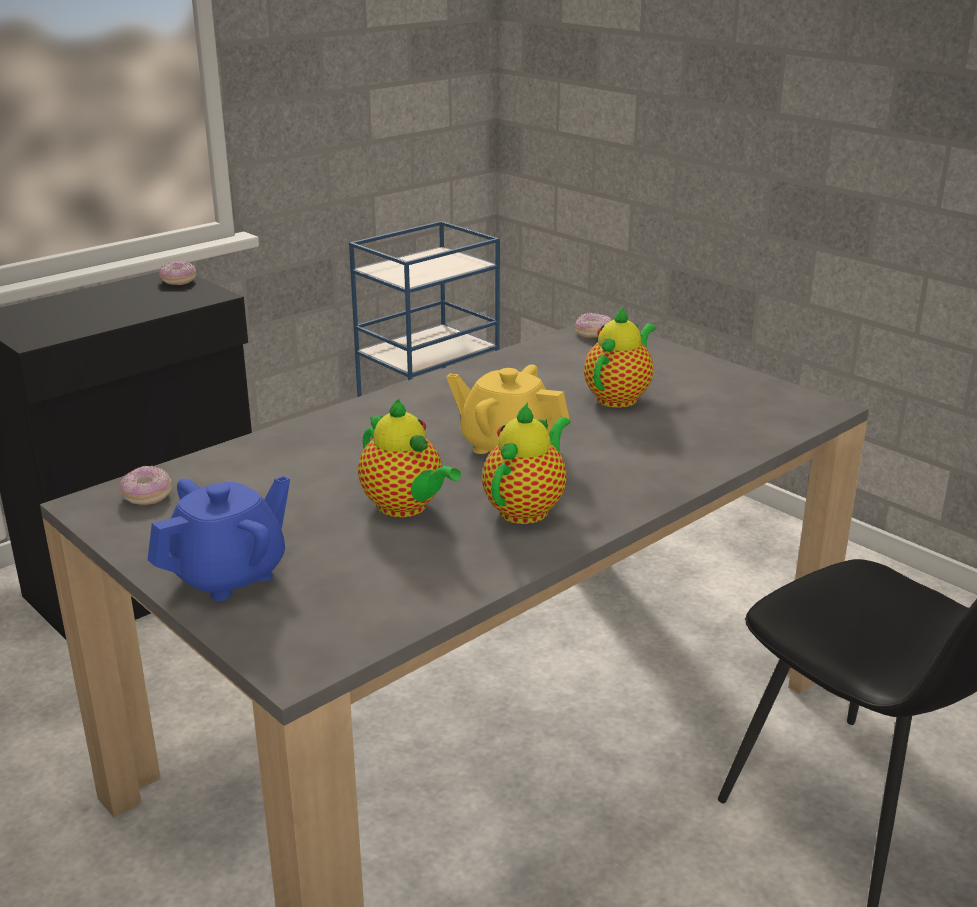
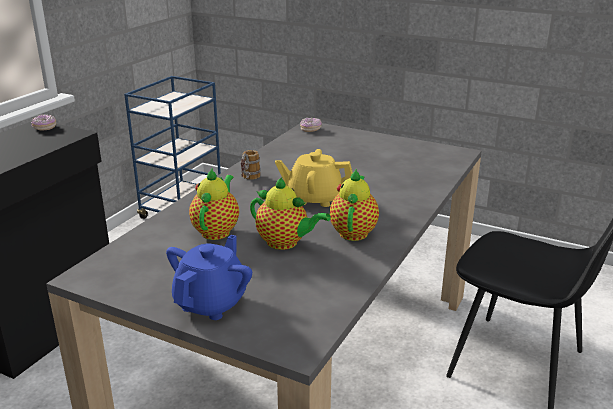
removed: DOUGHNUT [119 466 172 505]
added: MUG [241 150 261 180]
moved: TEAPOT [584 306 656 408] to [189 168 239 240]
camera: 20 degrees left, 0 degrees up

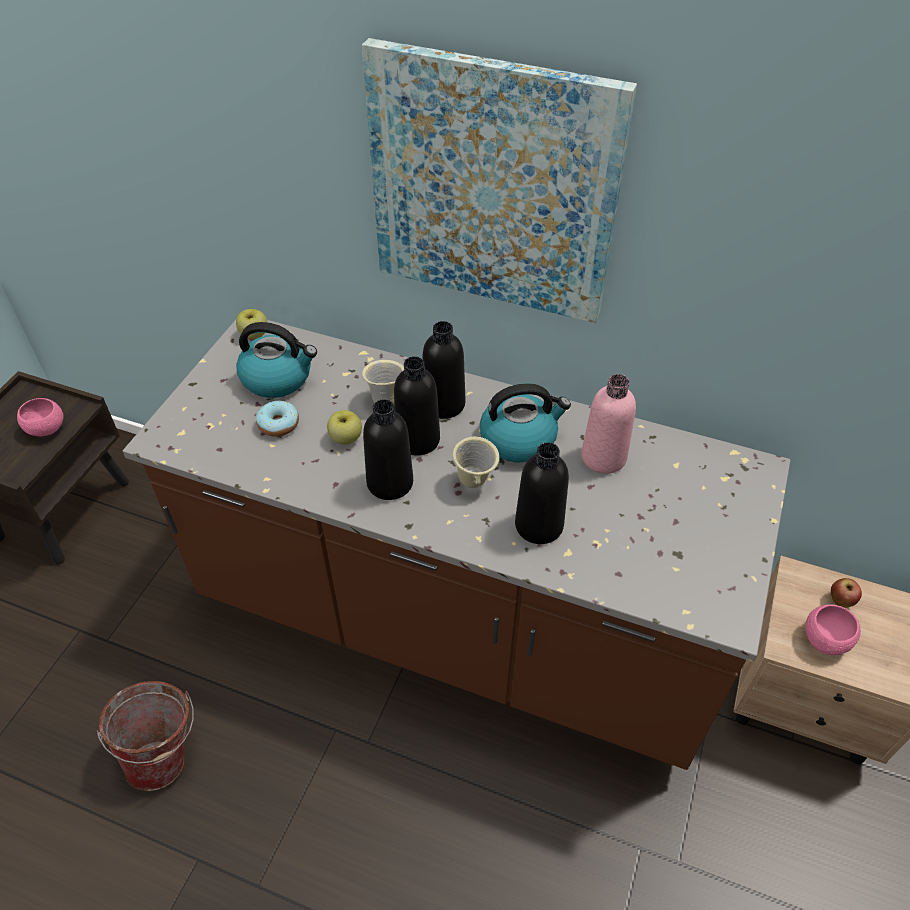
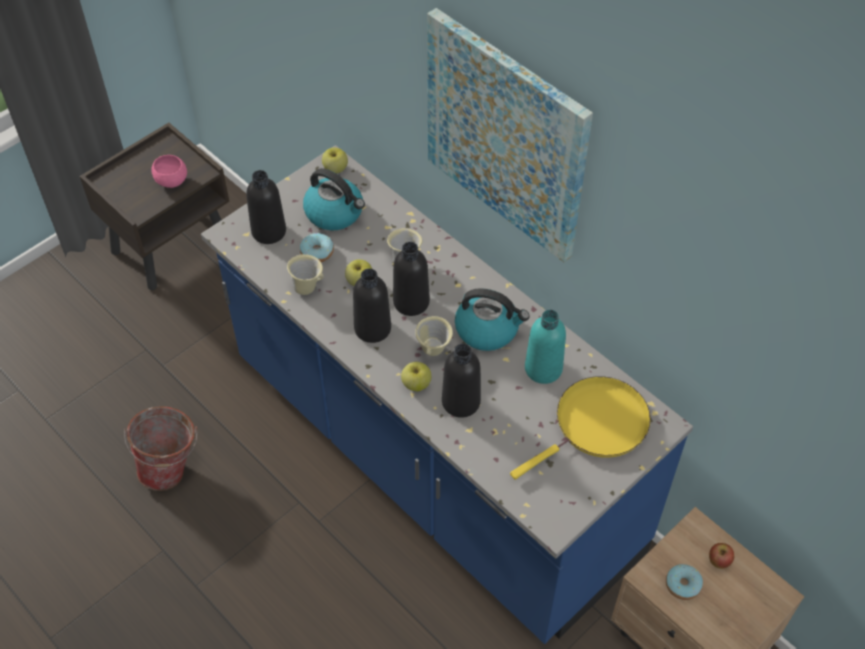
added: BEIGE MUG [287 254 324 295]; APPLE FRUIT [401 362 431 391]; YELLOW-COLOURED PAN [510 376 651 480]
moved: BLACKISH BOTTLE [423 321 465 419] to [246 170 286 244]
replaced: PINKISH SERVING BOWL [805 604 861 655] to DOUGHNUT [666 564 703 600]
recoloured: BROWN-COLOURED KITCHEN BASE UNIT [123 320 791 770] to BLUE-COLOURED KITCHEN BASE UNIT [201 145 693 644]; PINKISH BOTTLE [581 374 636 474] to TURQUOISE-COLOURED BOTTLE [525 310 566 384]
camera: 25 degrees right, 5 degrees up

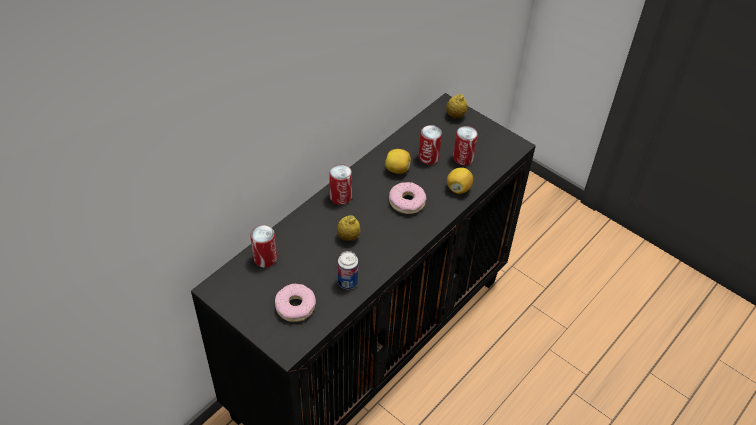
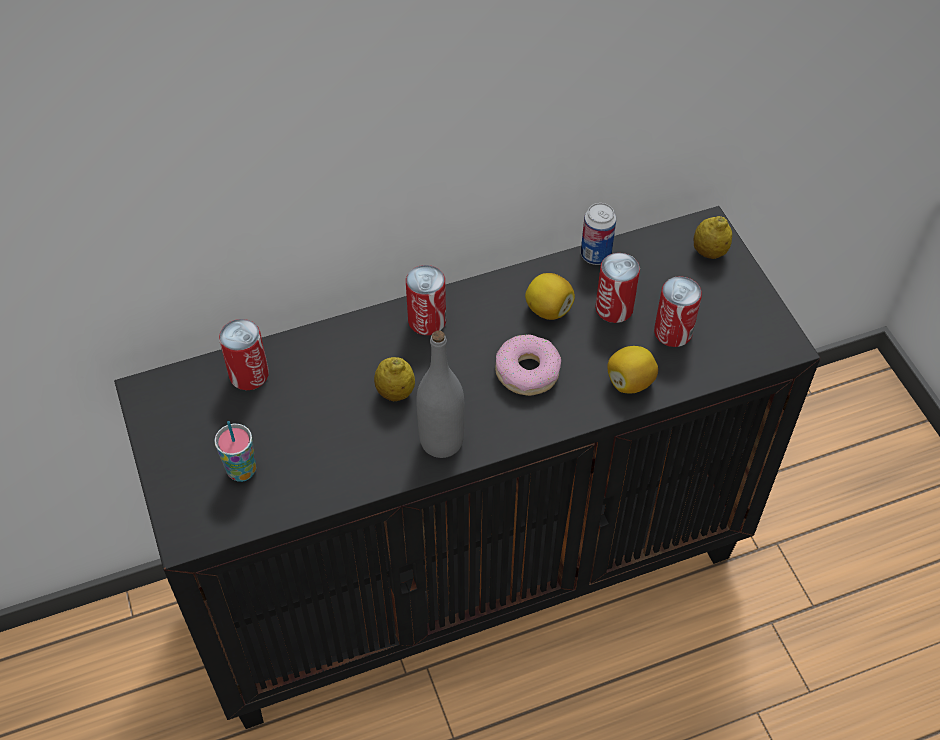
added: GREY BOTTLE [416 330 465 458]
moved: METAL CAN [338 251 358 289] to [581 203 616 265]
replaced: DOUGHNUT [275 284 316 322] to CUP [214 421 256 482]
camera: 30 degrees right, 5 degrees up

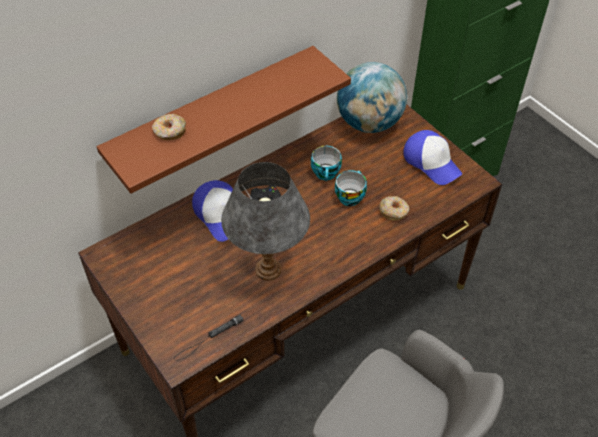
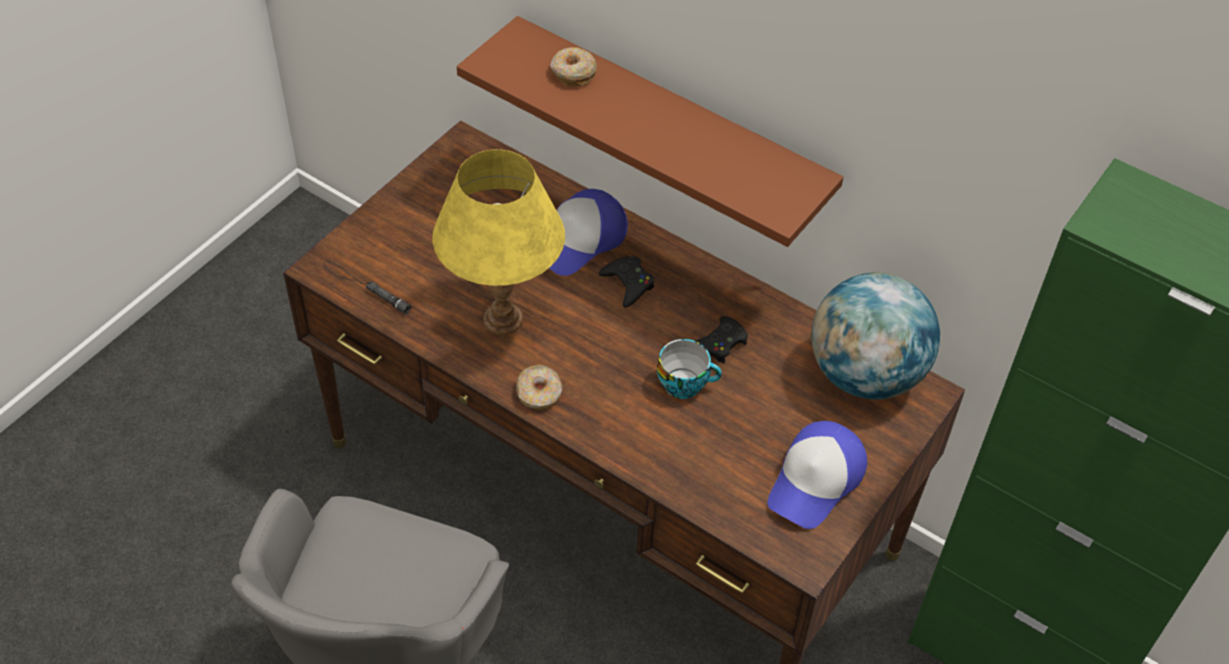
moved: DOUGHNUT [379 196 409 220] to [516 365 562 410]
replaced: CUP [311 146 342 181] to BLACKISH JOYPAD [695 316 748 364]
recoloured: GREY TABLE LAMP [221 162 310 281] to YELLOW-COLOURED TABLE LAMP [432 149 565 335]
camera: 70 degrees right, 0 degrees up

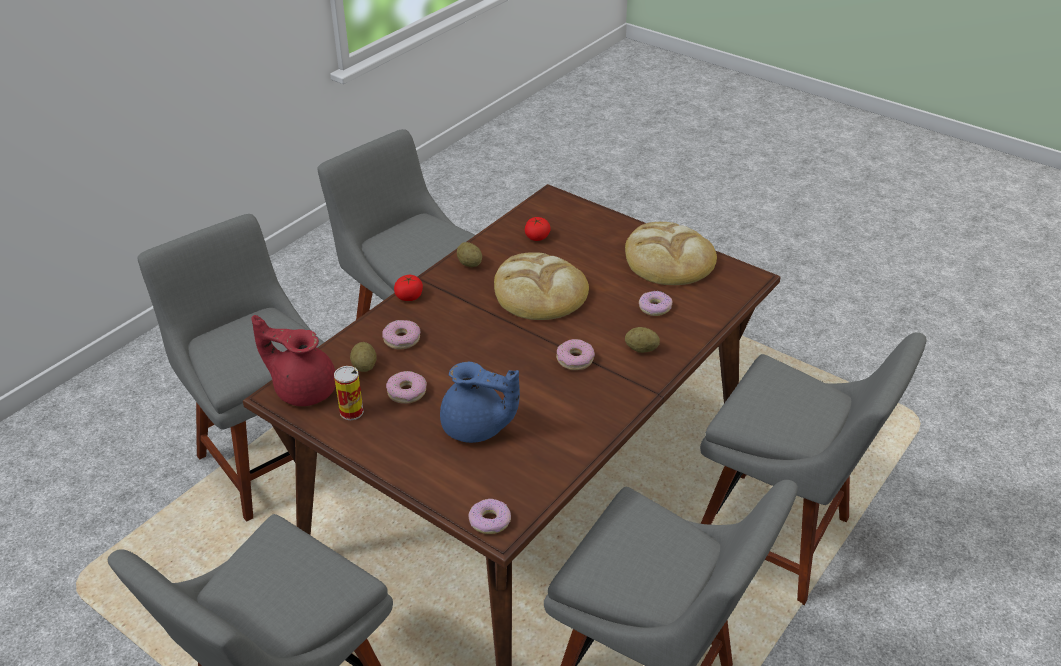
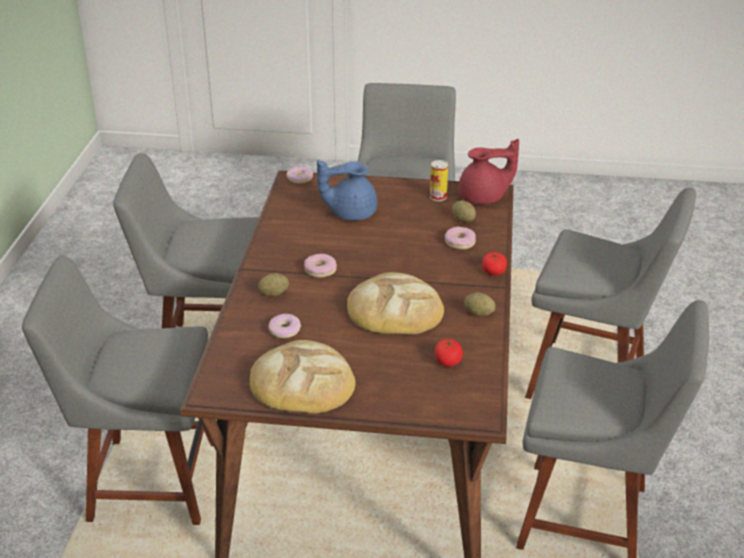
removed: DOUGHNUT [386 371 427 404]
camera: 150 degrees right, 5 degrees down

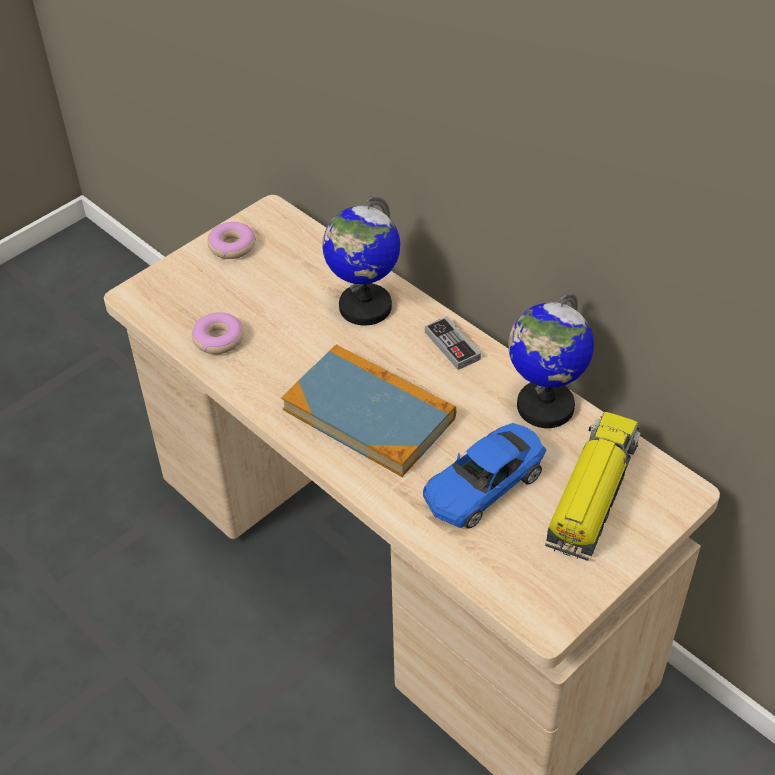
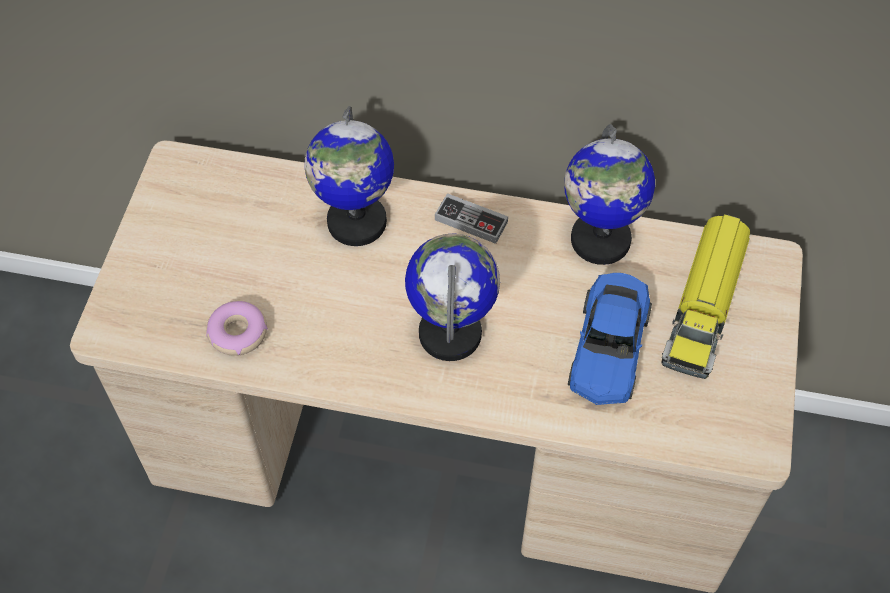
removed: DOUGHNUT [208 222 256 259]
replaced: VOLUME [281 344 456 477] to GLOBE [405 234 500 361]
turned: TOY LORRY [545 412 641 561] = [662 214 750 379] 150 degrees counterclockwise
camera: 35 degrees left, 10 degrees up

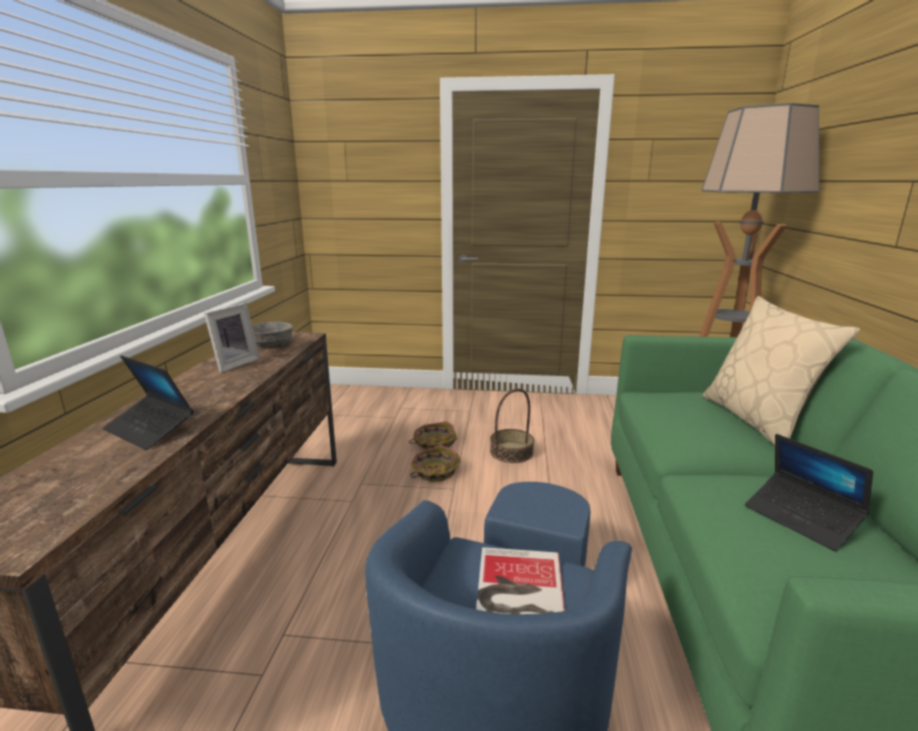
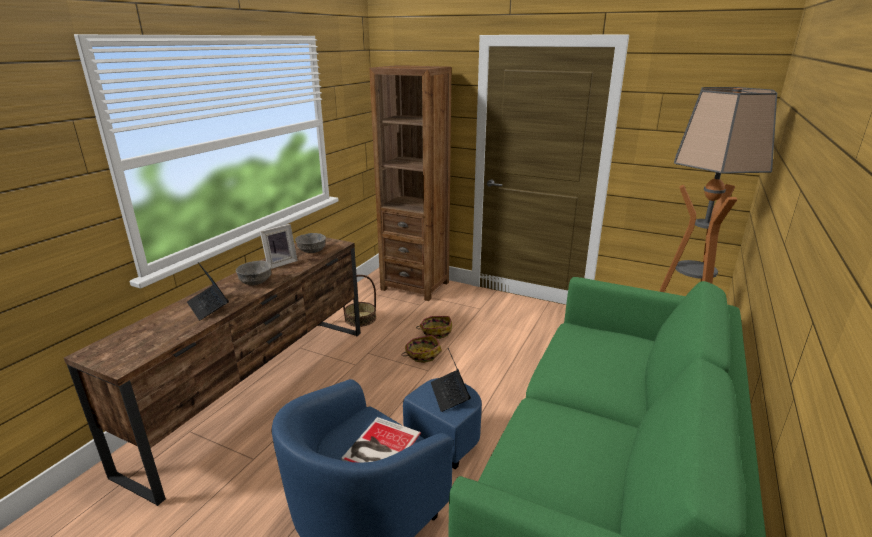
removed: BEIGE THROW PILLOW [703 296 860 446]
added: BROWN-COLOURED SHELVING UNIT [369 65 451 301]; GREY SERVING BOWL [236 260 272 285]
moved: HOUSEHOLD BASKET [490 388 534 463] to [343 275 376 327]; LAPTOP [745 434 873 551] to [431 348 471 412]
camera: 20 degrees right, 5 degrees up

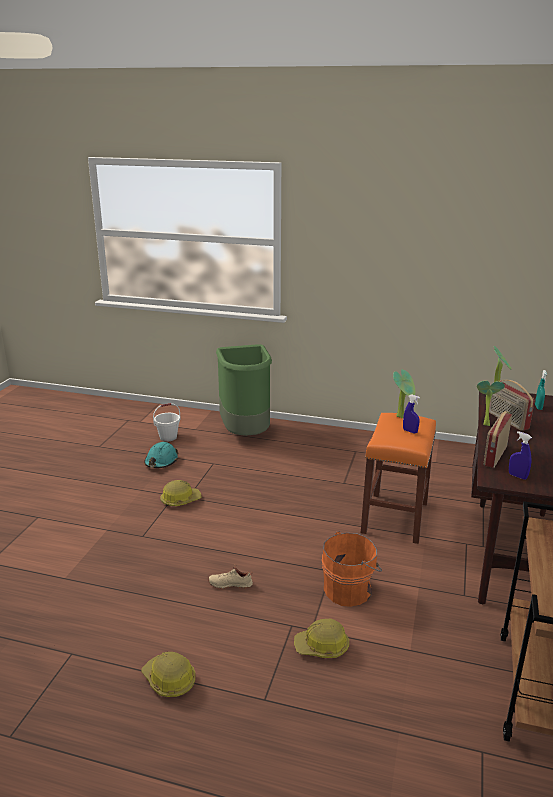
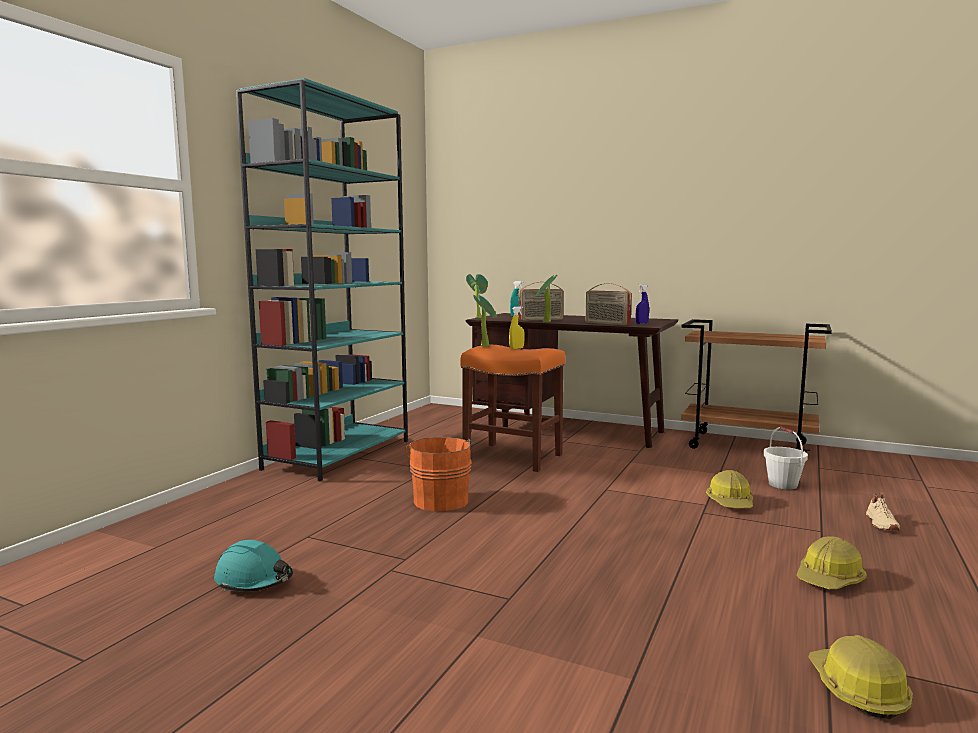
removed: GREENISH WASTE BIN [216 344 272 436]
added: TURQUOISE-COLOURED SHELVING UNIT [236 78 408 481]
moved: WHITE BUCKET [153 403 181 441] to [763 427 808 489]; WORK HELMET [161 480 201 506] to [808 635 913 719]; ORANGE BUCKET [322 531 382 607] to [405 437 473 511]; BEIGE SHOE [208 564 253 589] to [866 492 900 531]
recoloured: BLUE-COLOURED SPRAYER [403 394 420 433] to YELLOW-COLOURED SPRAYER [509 306 525 349]
camera: 80 degrees left, 15 degrees down

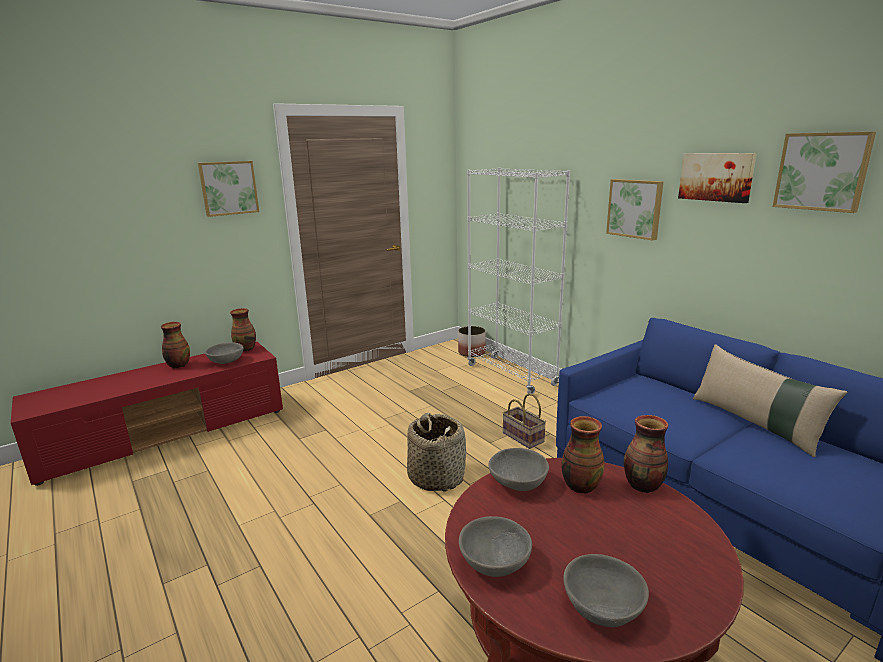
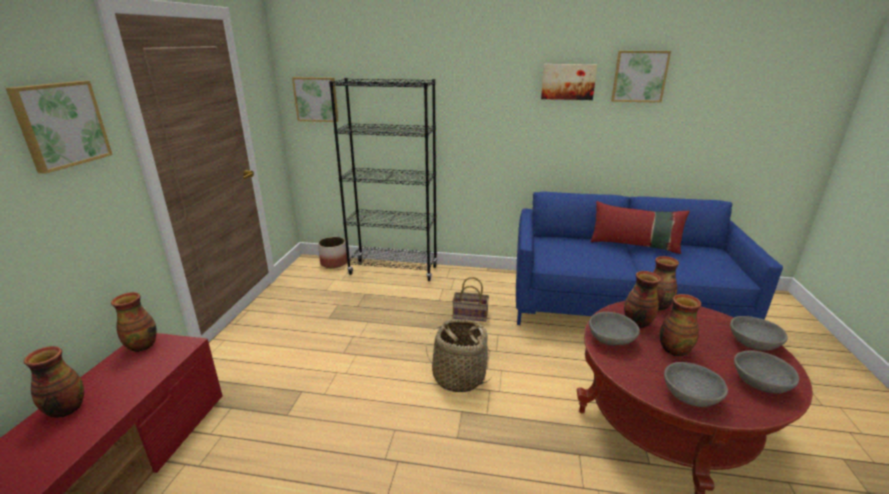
added: DECORATIVE VASE [660 294 701 356]
moved: PICTURE [606 179 663 241] to [292 77 338 122]; GREY SERVING BOWL [205 342 244 364] to [730 316 788 351]
recoloured: WHITE SHELVING UNIT [467 167 570 394] to BLACKISH SHELVING UNIT [329 78 437 281]; BEIGE THROW PILLOW [693 344 847 457] to RED THROW PILLOW [590 201 690 254]
camera: 45 degrees left, 5 degrees up

